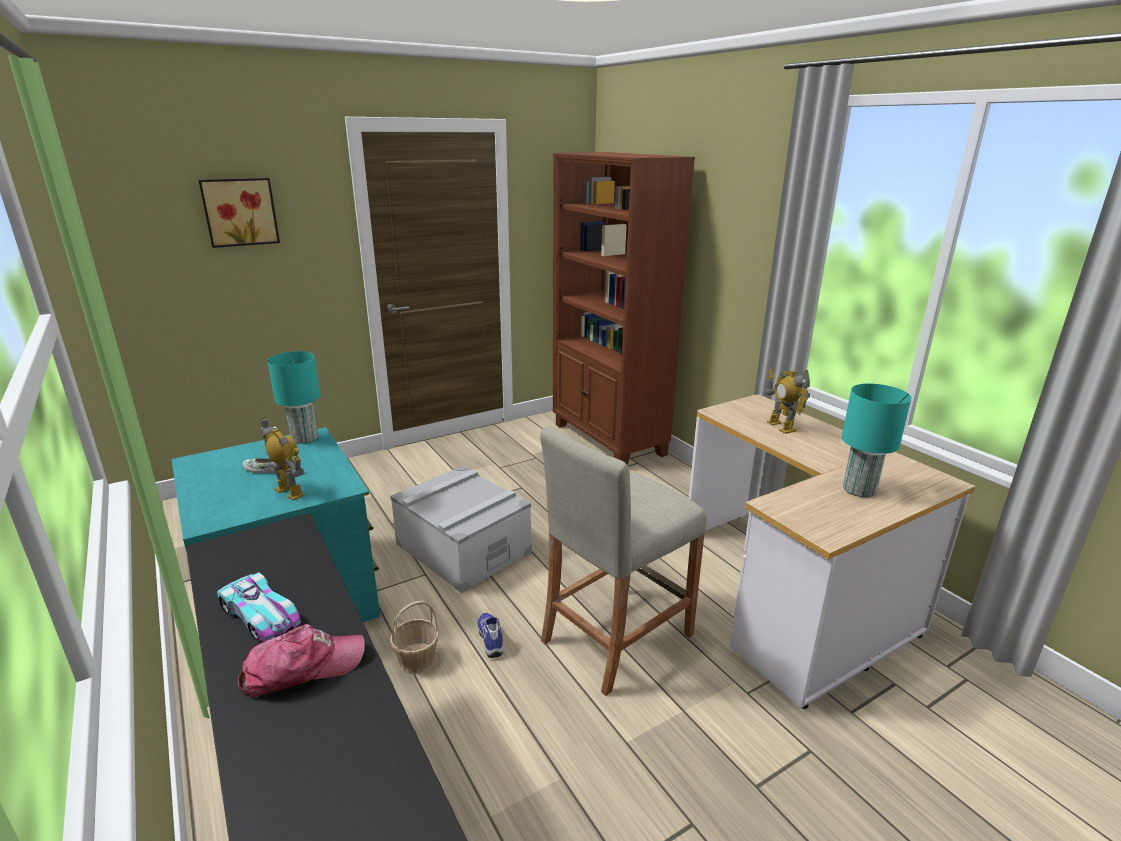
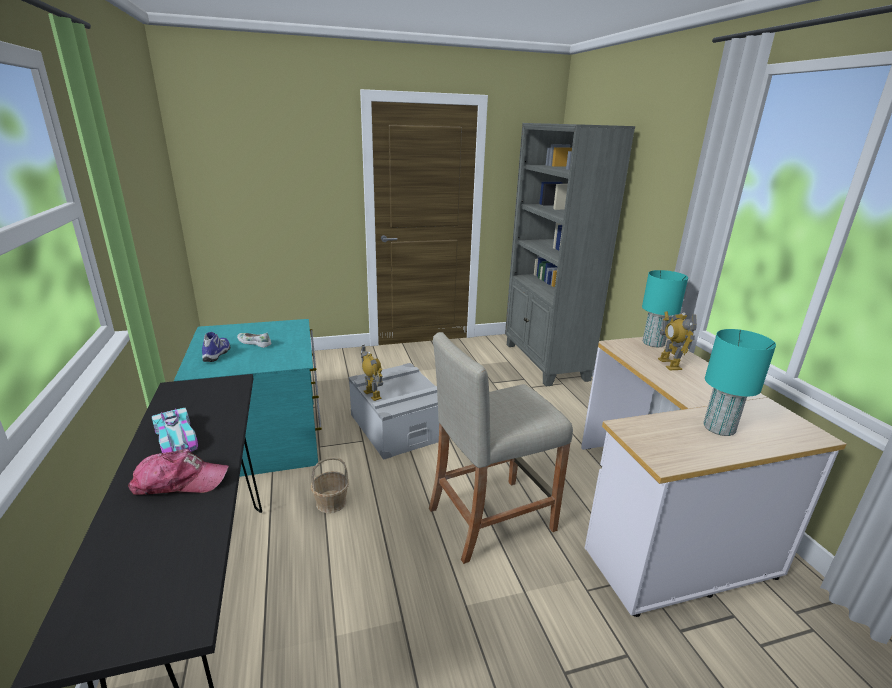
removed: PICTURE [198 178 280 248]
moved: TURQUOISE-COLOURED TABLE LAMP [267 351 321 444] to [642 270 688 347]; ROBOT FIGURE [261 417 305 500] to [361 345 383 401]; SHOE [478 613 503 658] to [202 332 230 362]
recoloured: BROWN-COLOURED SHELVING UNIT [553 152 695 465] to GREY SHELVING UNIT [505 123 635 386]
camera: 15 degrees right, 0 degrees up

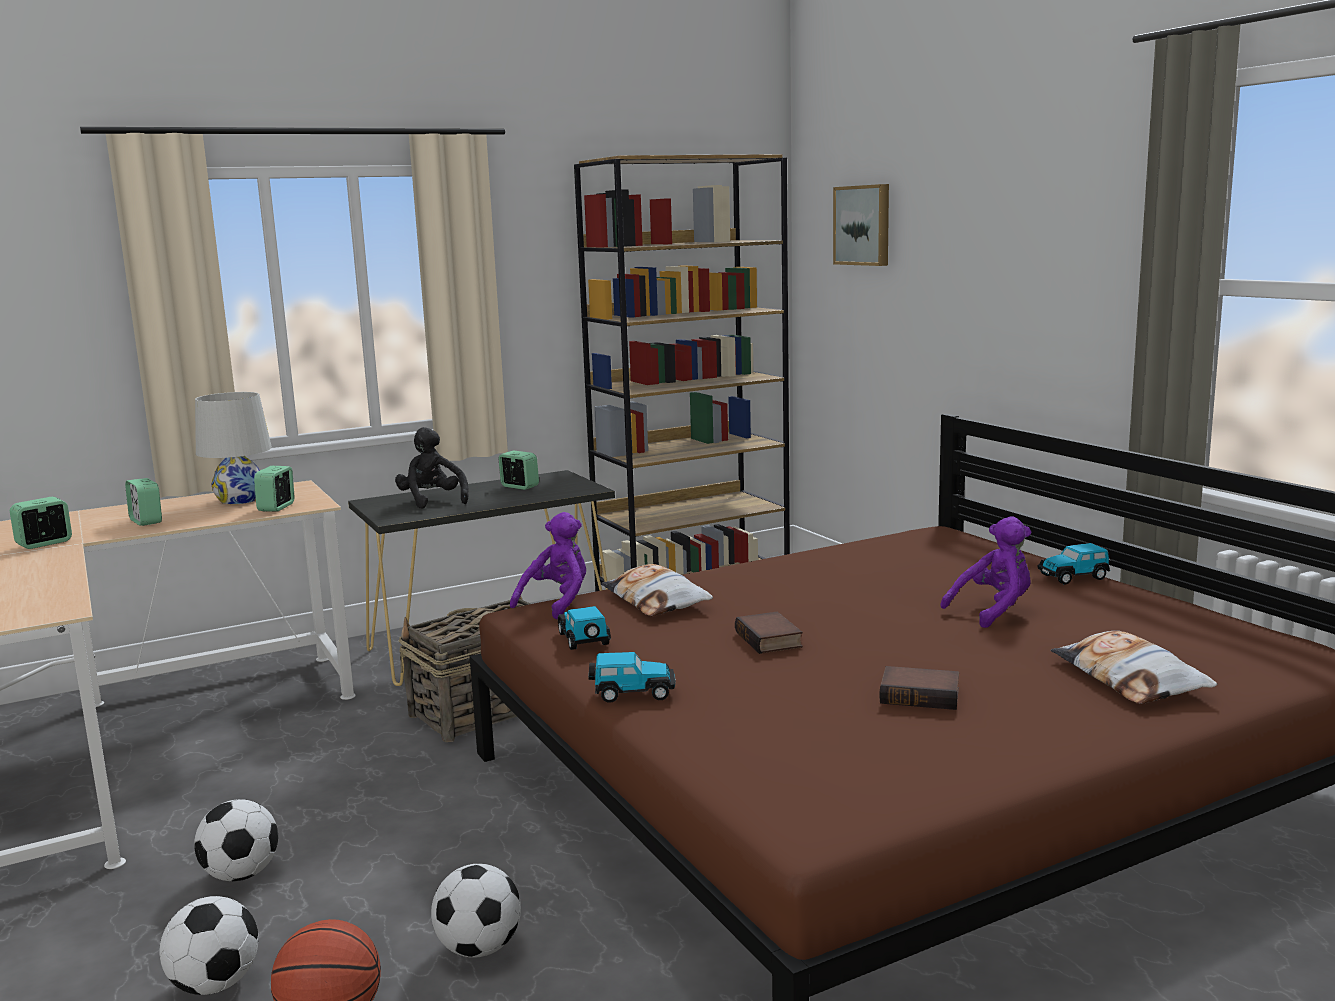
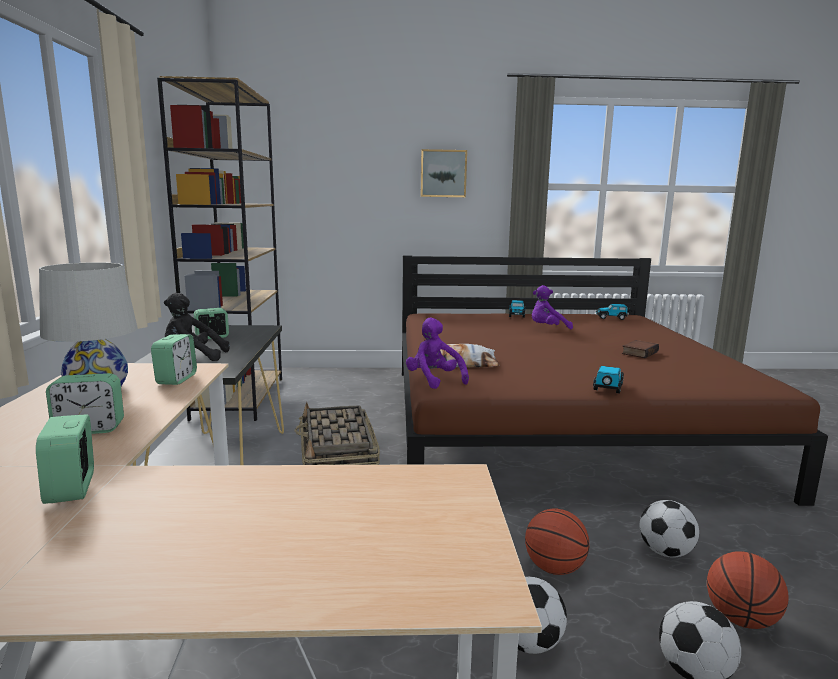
removed: VOLUME [735 612 803 654]; THROW PILLOW [1051 631 1217 704]
added: BALL FOR BASKETBALL [525 509 589 575]
moved: PICTURE [833 184 889 266] to [421 149 467 197]; MINIATURE CAR [558 606 611 650] to [596 304 629 320]
turned: ALARM CLOCK [254 466 295 512] = [151 334 197 385] 120 degrees counterclockwise; PURPLISH SOFT TOY [941 516 1031 628] = [532 285 573 330] 105 degrees counterclockwise
camera: 65 degrees left, 0 degrees up

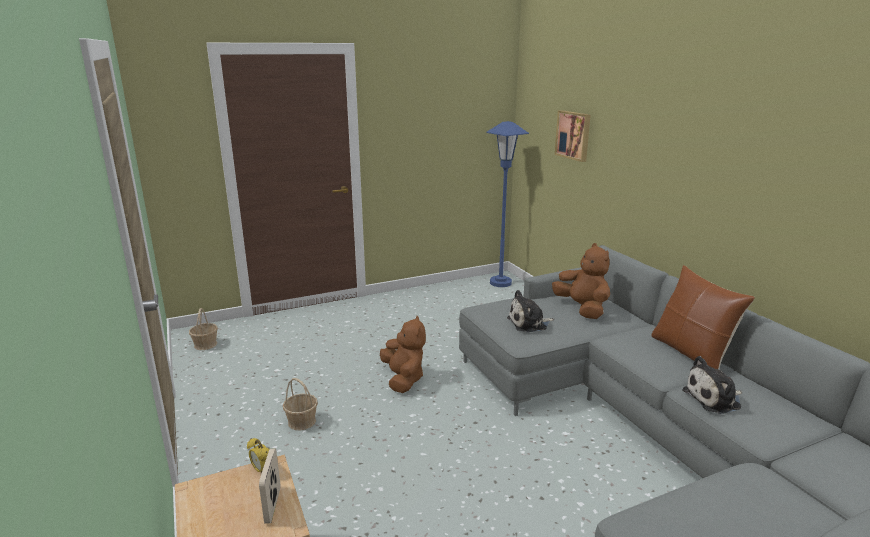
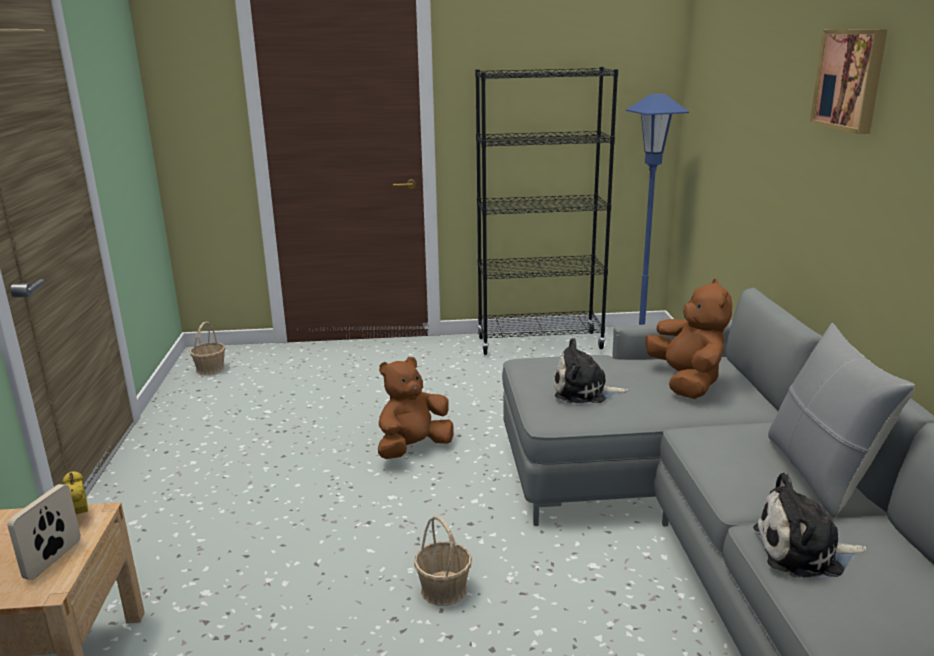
added: BLACKISH SHELVING UNIT [475 67 618 355]
moved: PICTURE [555 110 591 162] to [810 29 888 134]; HOUSEHOLD BASKET [283 378 318 430] to [414 515 472 606]
recoloured: BROWN-COLOURED THROW PILLOW [651 265 755 369] to GREY THROW PILLOW [768 323 915 517]
turned: BROWN-COLOURED SOFT TOY [380 316 426 393] = [378 357 454 459] 135 degrees counterclockwise
camera: 20 degrees right, 0 degrees up

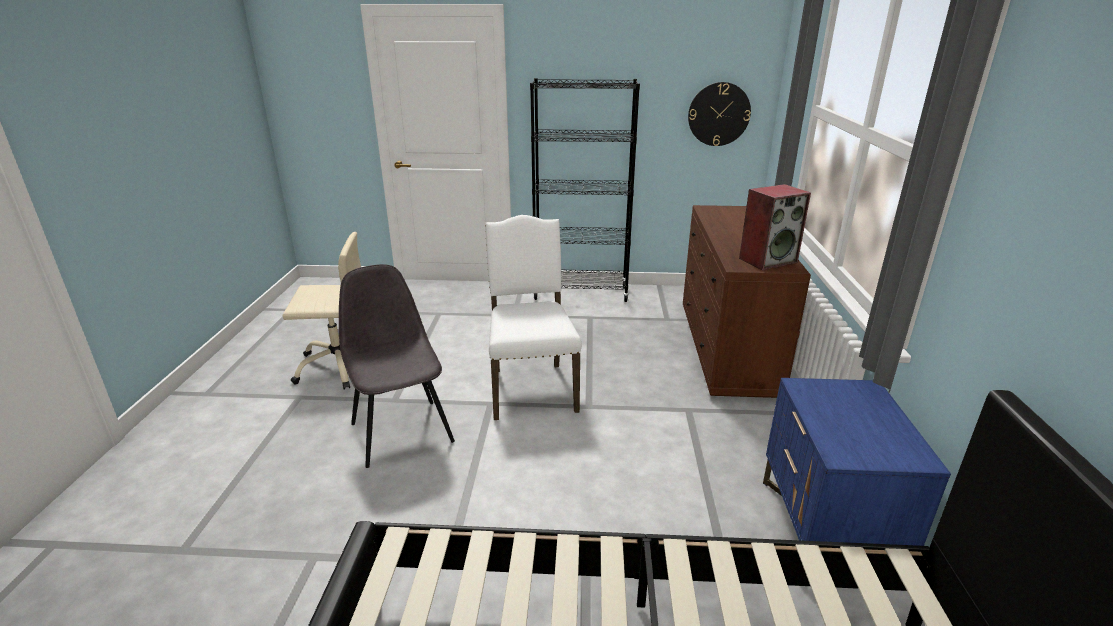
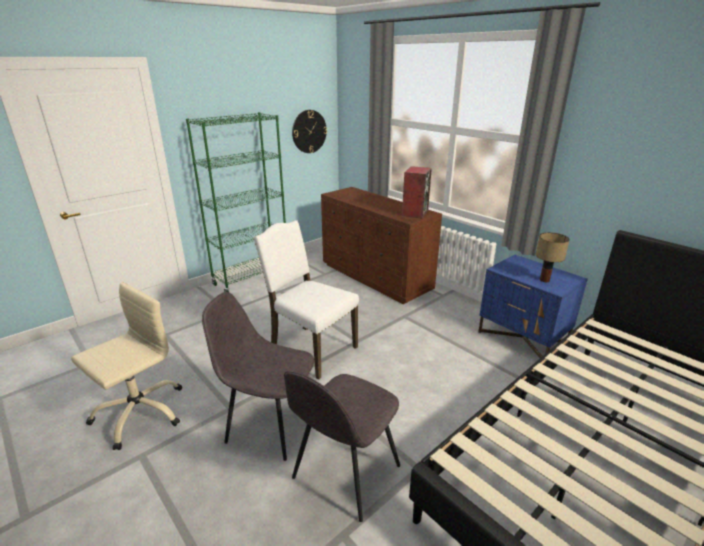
added: TABLE LAMP [535 232 570 282]; GREY UPRIGHT CHAIR [284 371 400 522]
recoloured: BLACKISH SHELVING UNIT [530 78 640 302] to GREENISH SHELVING UNIT [186 112 286 292]
camera: 45 degrees left, 0 degrees up

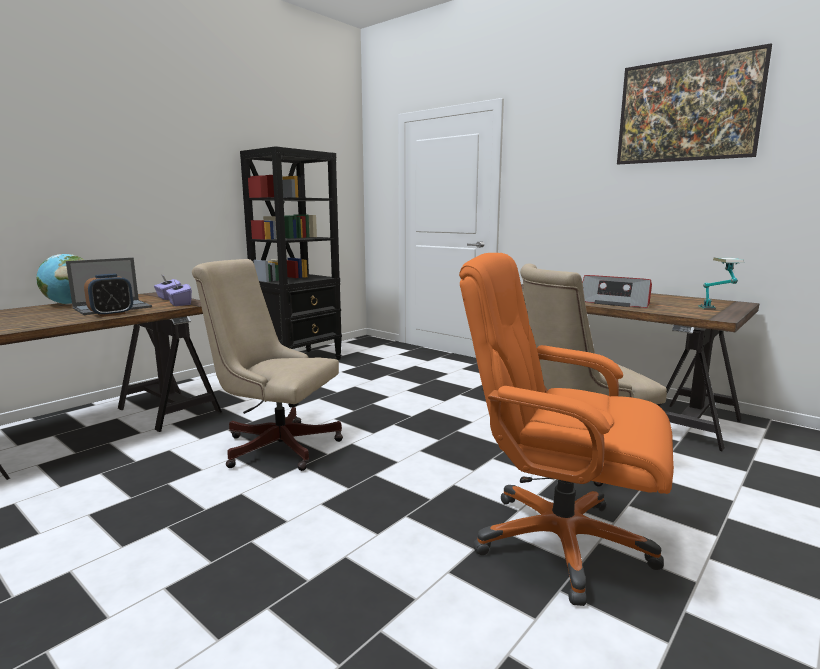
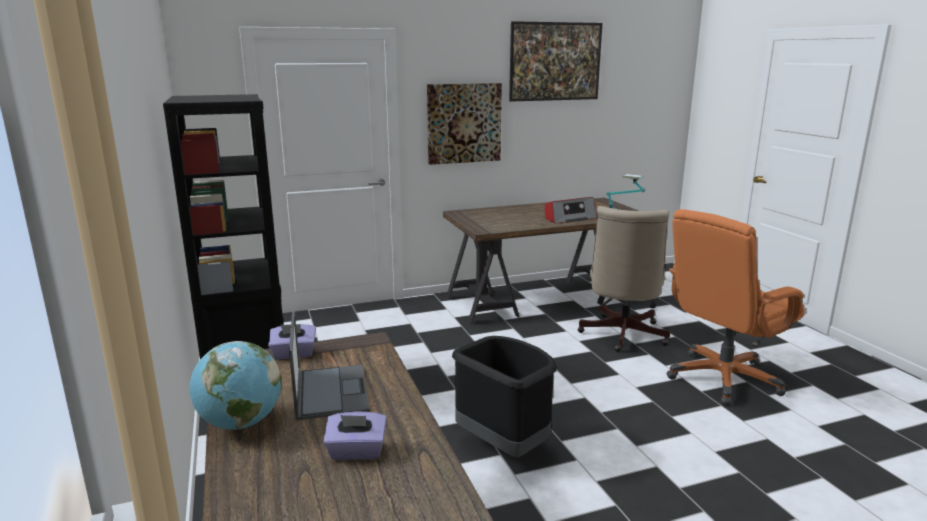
removed: ALARM CLOCK [84 274 133 317]
added: PICTURE [427 83 502 165]
moved: PURPLISH TISSUE HOLDER [166 282 192 306] to [323 411 387 460]
replaced: BEIGE OFFICE CHAIR [192 259 343 471] to BLACKISH WASTE BIN [452 336 557 457]
camera: 60 degrees left, 5 degrees up

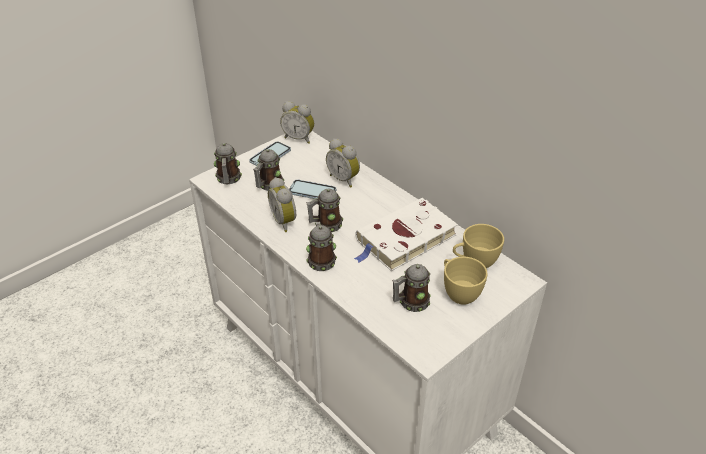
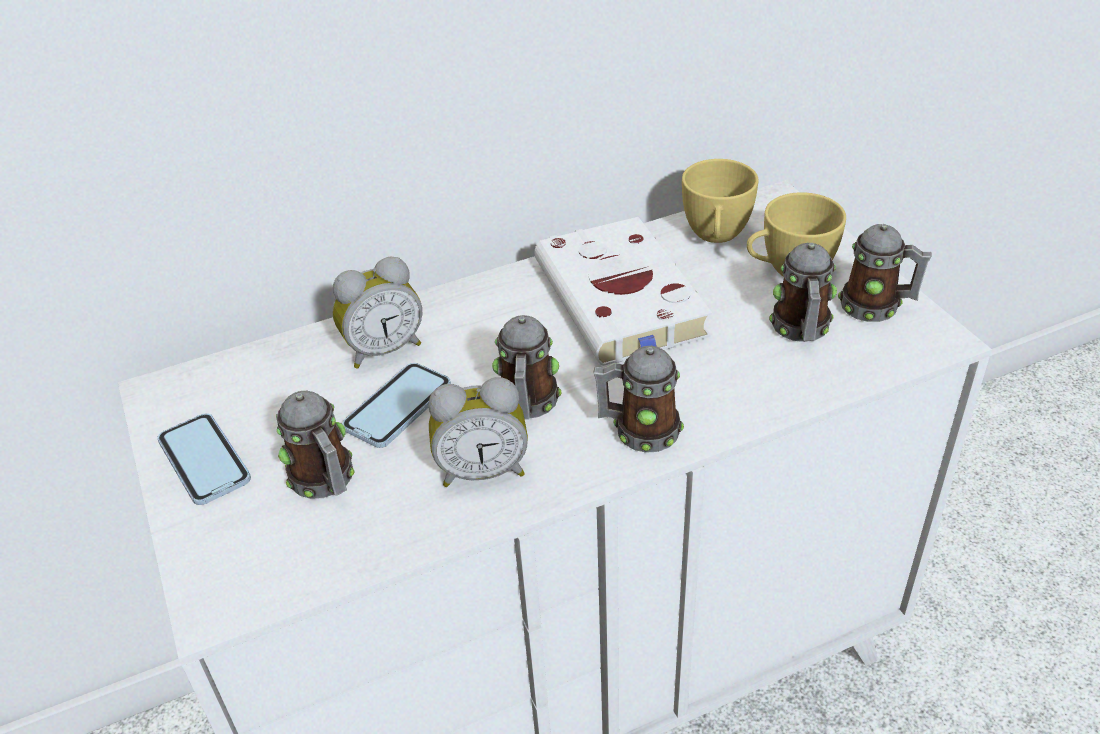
removed: ALARM CLOCK [280 101 314 144]
moved: MUG [214 143 242 184] to [838 224 931 322]
camera: 70 degrees left, 0 degrees up

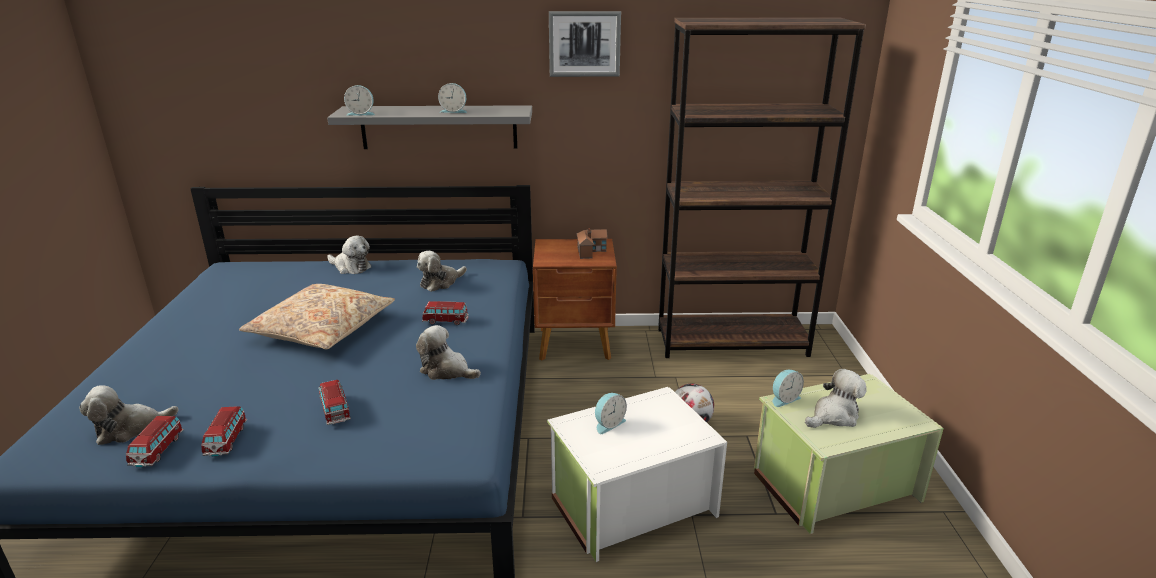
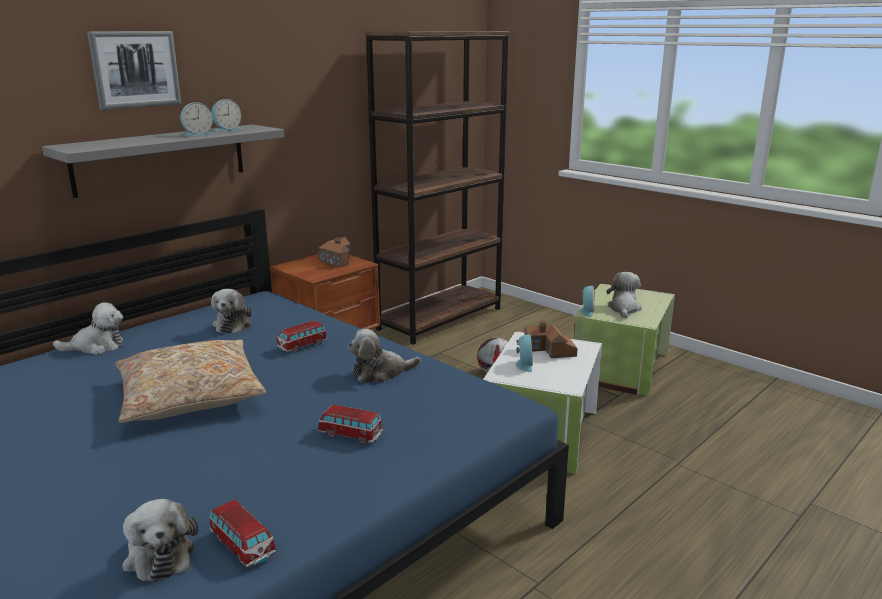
removed: MINIATURE CAR [201 406 248 457]
added: MODEL HOUSE [523 321 578 358]
moved: PICTURE [549 11 621 77] to [87 31 181 110]; ALARM CLOCK [344 85 375 115] to [211 99 241 132]
turned: SOFT TOY [79 385 179 445] = [122 499 198 583] 45 degrees counterclockwise
camera: 45 degrees left, 5 degrees down

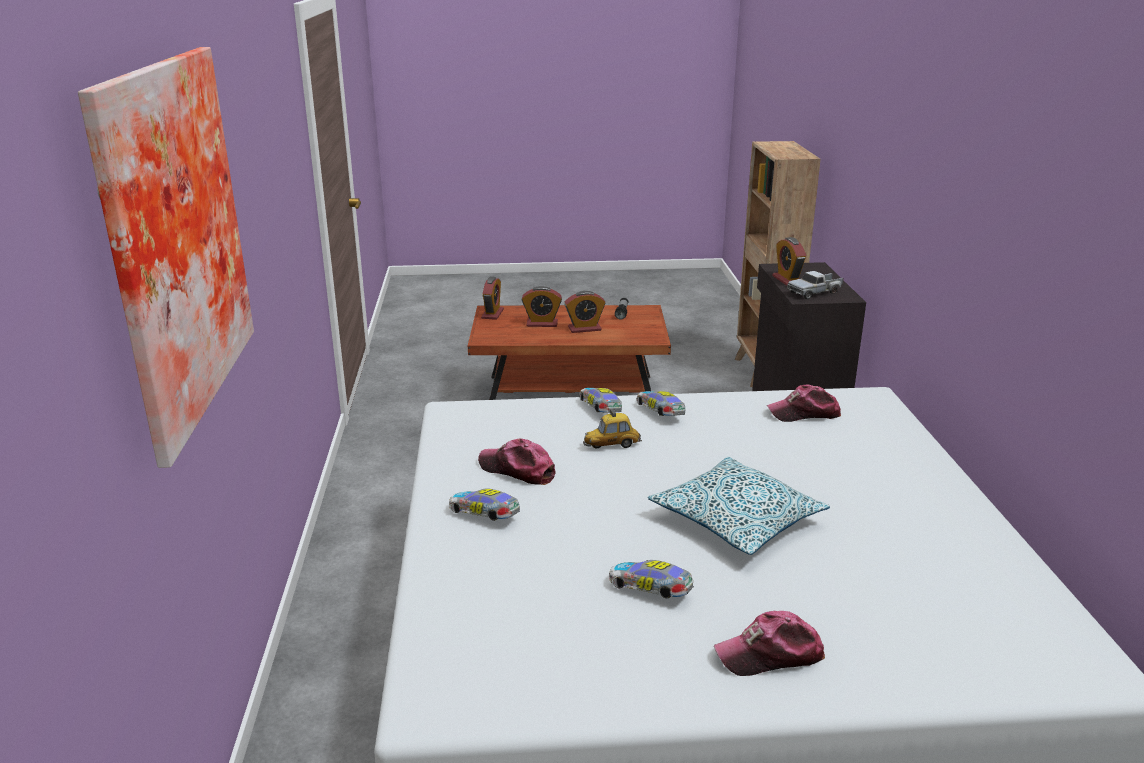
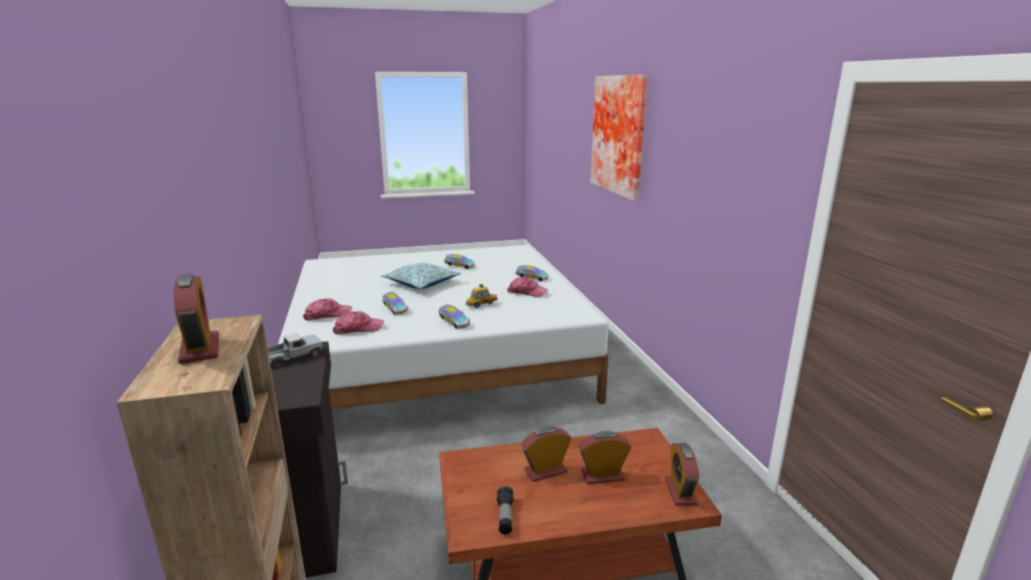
moved: ALARM CLOCK [772 237 806 286] to [174 274 219 364]; MINIATURE CAR [579 388 622 413] to [383 292 408 315]; BASEBALL CAP [714 611 825 676] to [303 298 352 320]
camera: 170 degrees right, 5 degrees down

